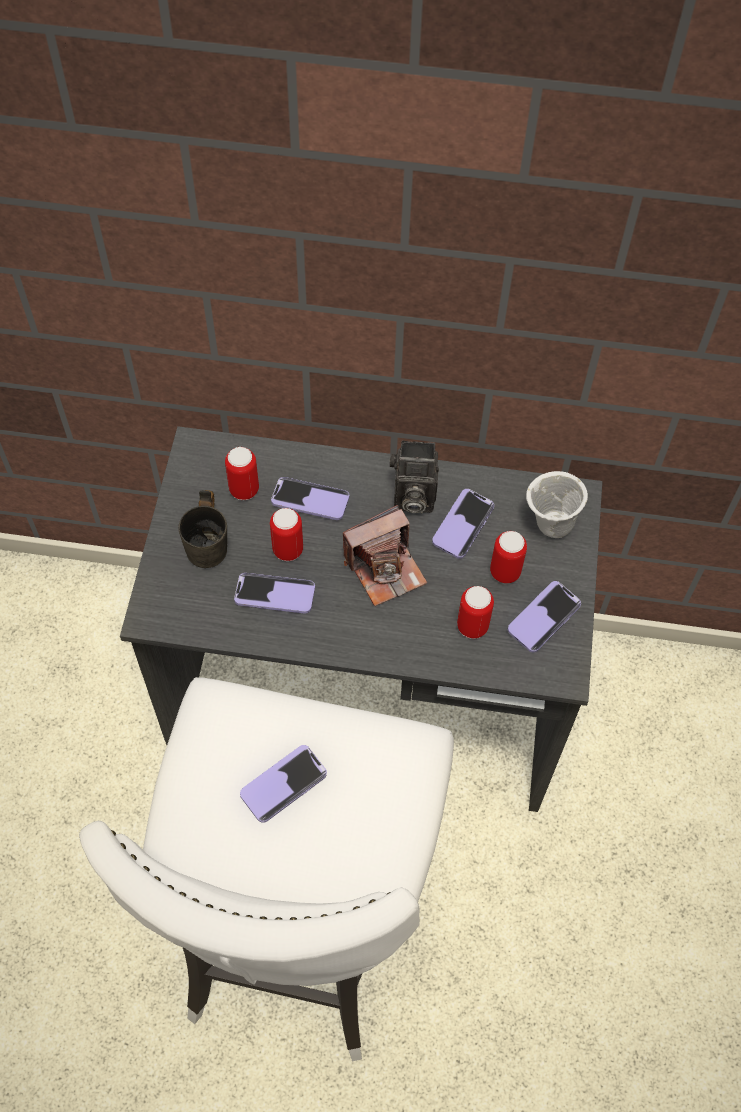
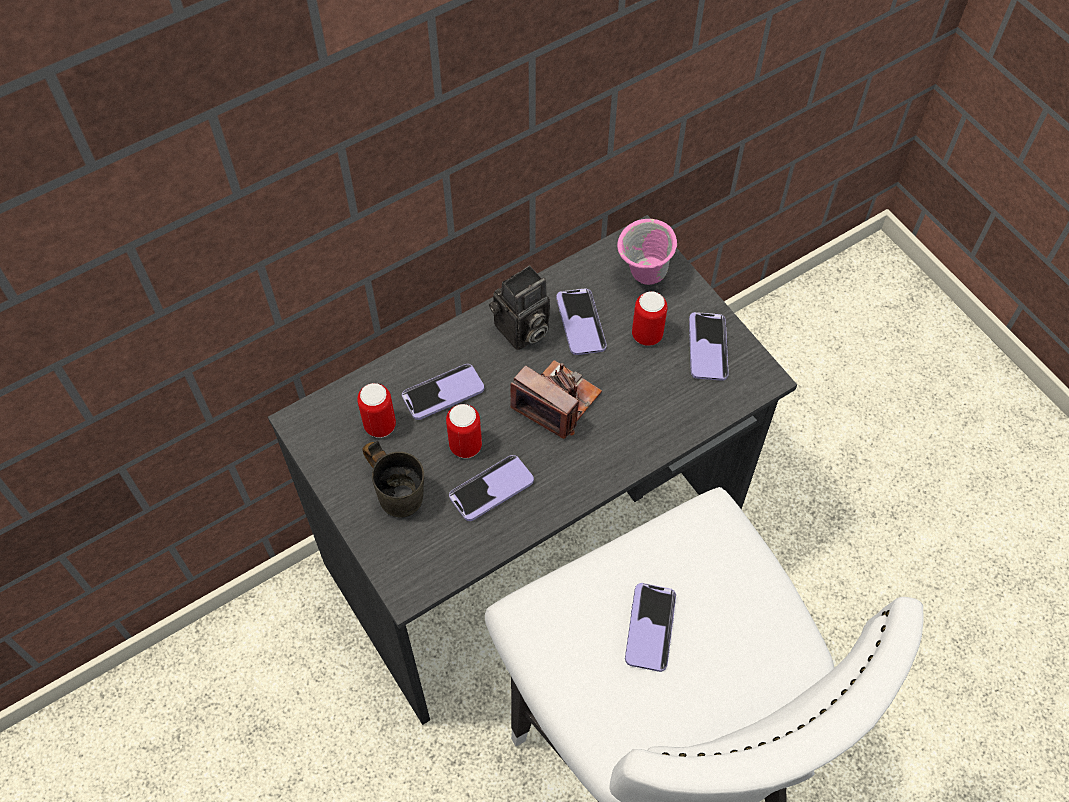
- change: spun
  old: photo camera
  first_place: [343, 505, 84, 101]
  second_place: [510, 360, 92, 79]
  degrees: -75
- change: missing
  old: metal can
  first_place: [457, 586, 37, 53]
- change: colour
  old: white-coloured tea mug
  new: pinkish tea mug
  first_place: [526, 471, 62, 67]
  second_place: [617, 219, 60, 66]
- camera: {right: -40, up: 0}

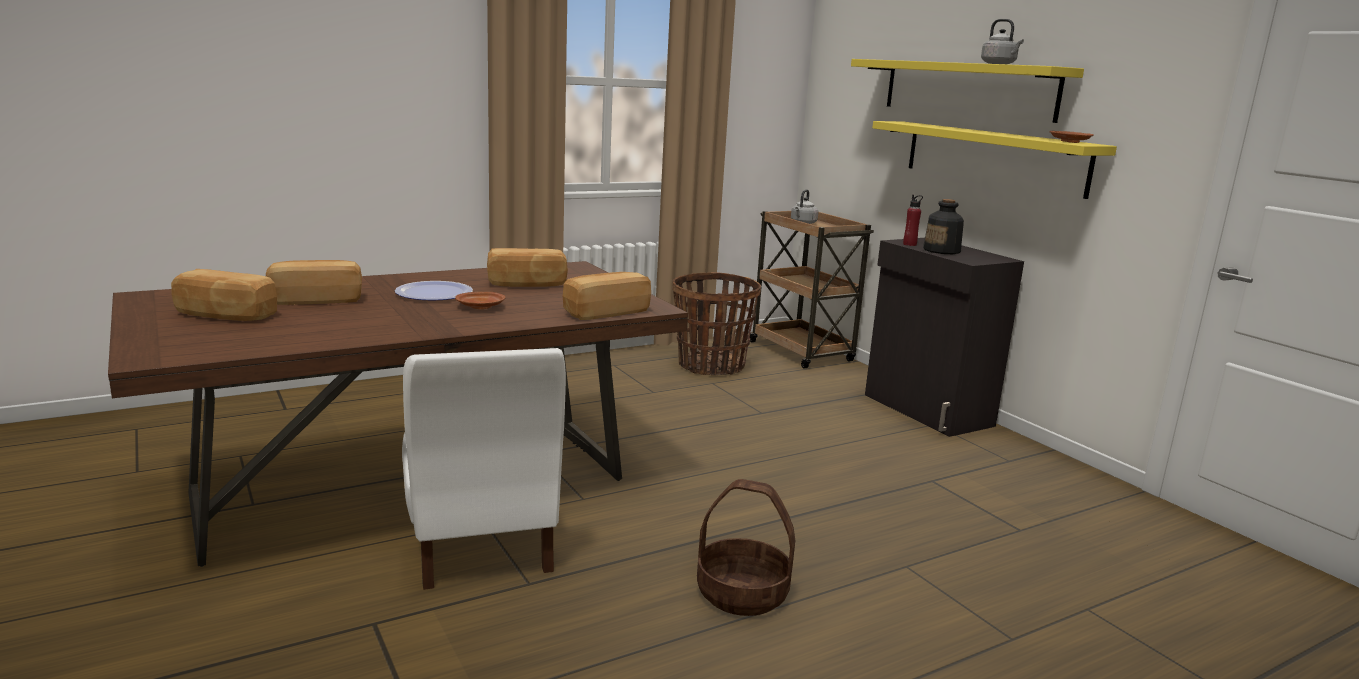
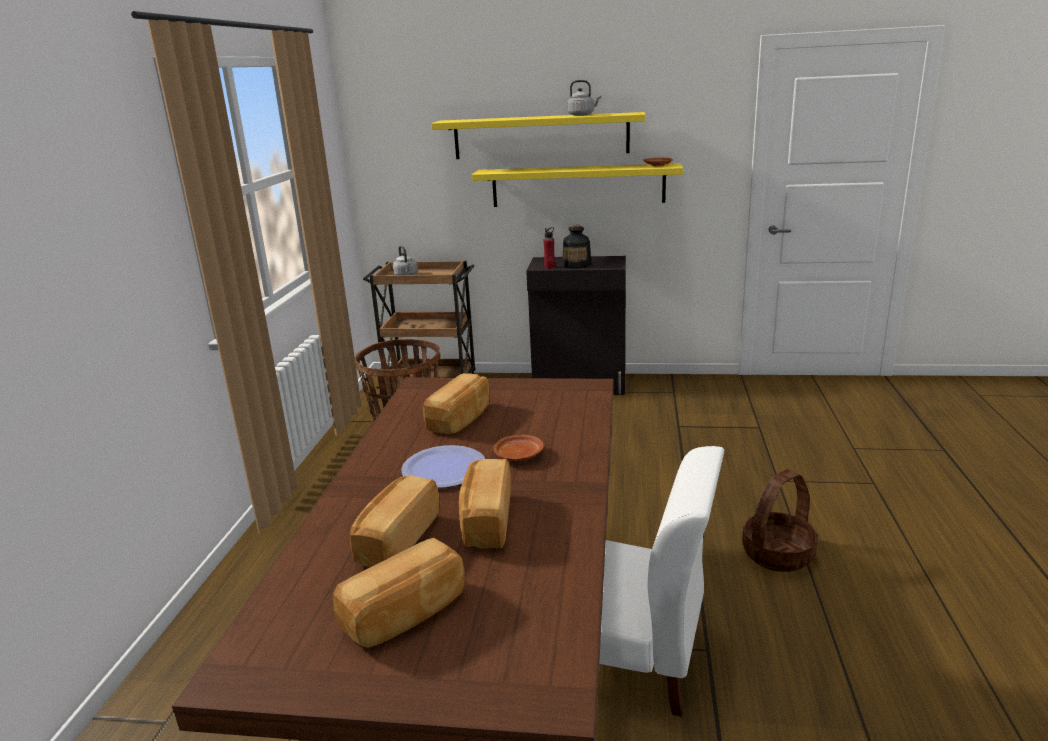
- change: relocated
  old: baked bread
  first_place: [563, 272, 88, 48]
  second_place: [459, 459, 52, 90]
- camera: {right: -50, up: 5}

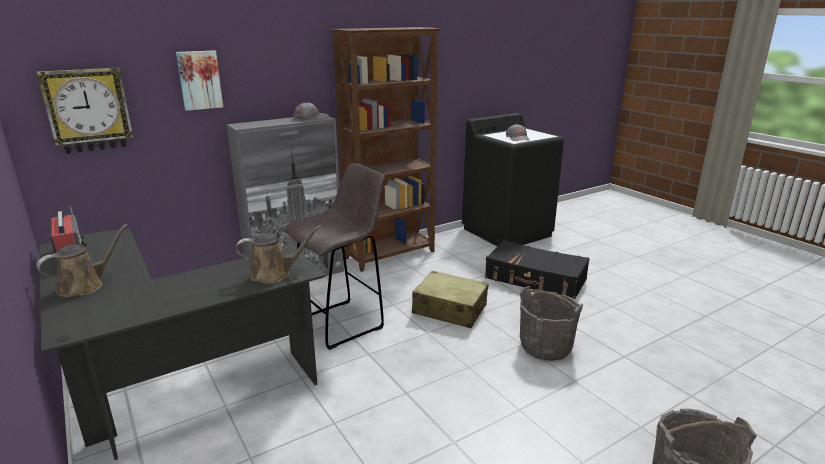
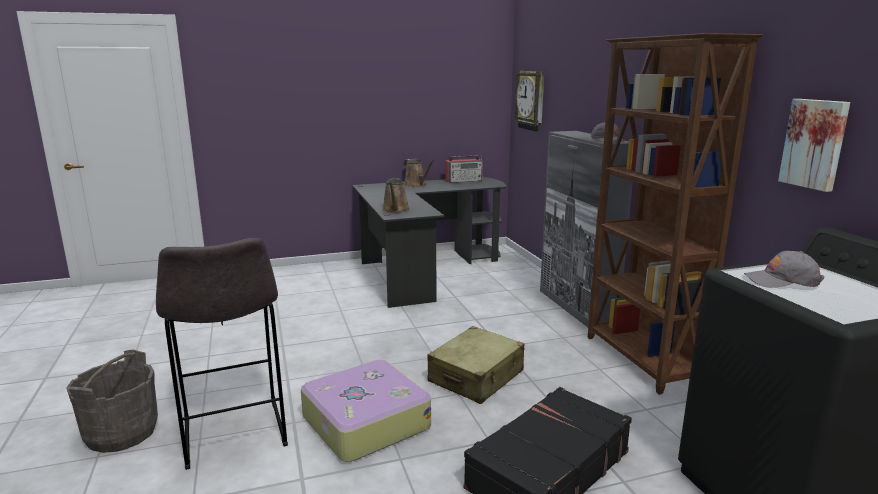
- change: relocated
  old: wall art
  first_place: [176, 51, 47, 60]
  second_place: [778, 99, 72, 93]
- change: relocated
  old: grey stool seat
  first_place: [284, 163, 100, 187]
  second_place: [156, 238, 132, 232]
- change: exchanged
  old: grey bucket
  new: piece of luggage
  first_place: [520, 286, 64, 75]
  second_place: [301, 360, 130, 102]
- camera: {right: 105, up: -5}

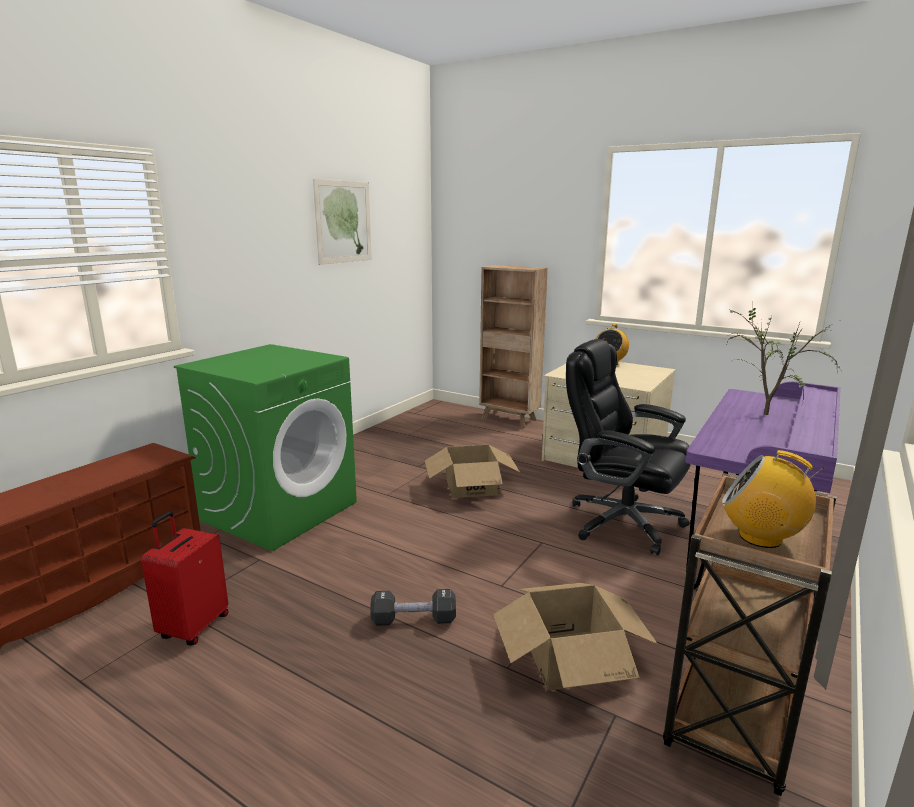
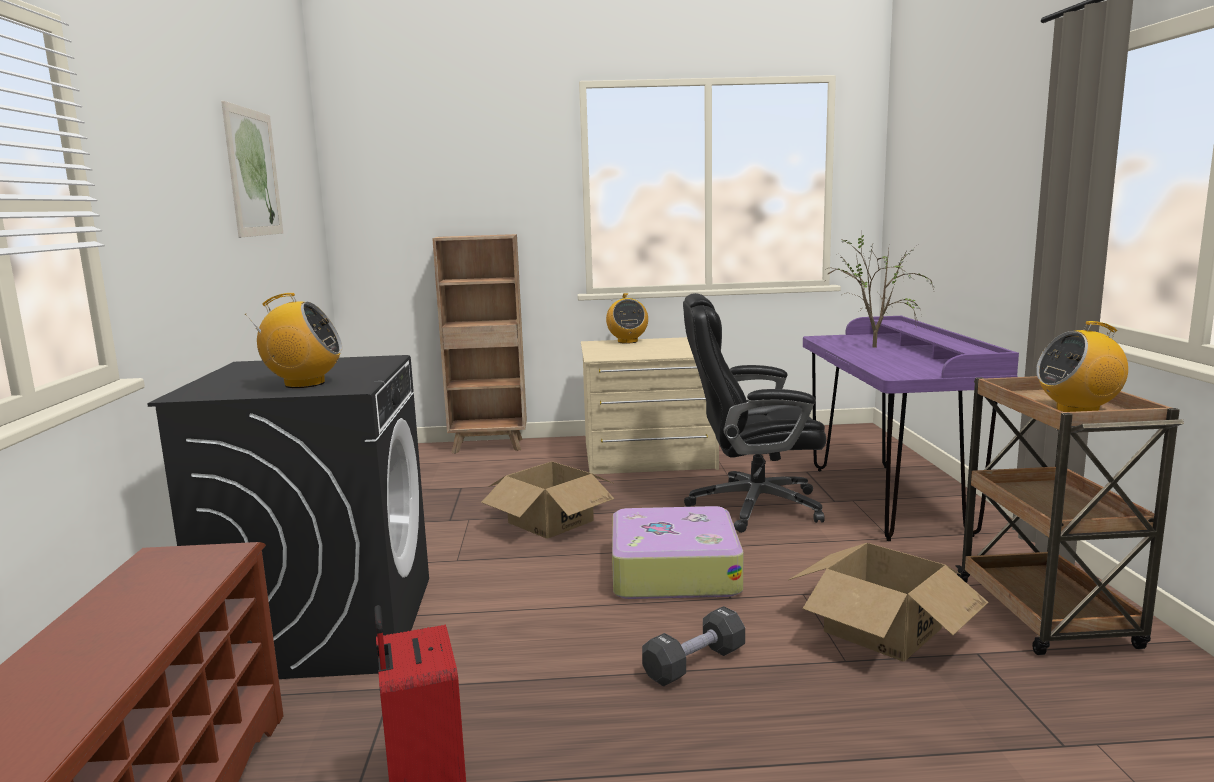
- change: colour
  old: green-coloured laundry appliance
  new: blackish laundry appliance
  first_place: [174, 344, 183, 207]
  second_place: [147, 355, 282, 324]
- change: appeared
  new: radio set
  second_place: [245, 293, 97, 95]
- change: appeared
  new: piece of luggage
  second_place: [612, 506, 131, 93]
- camera: {right: -35, up: -5}

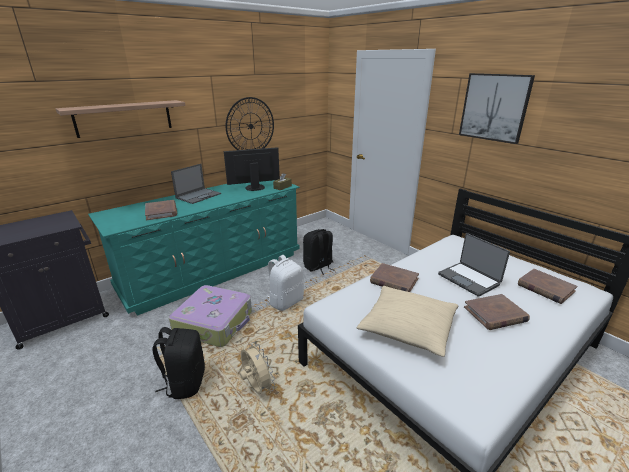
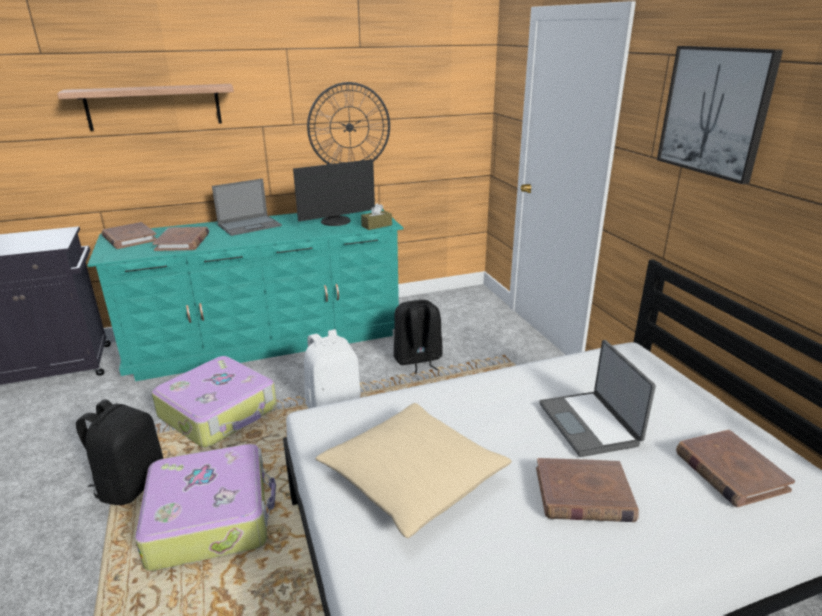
- change: spun
  old: computer display
  first_place: [224, 147, 56, 44]
  second_place: [293, 159, 82, 67]
  degrees: 150
- change: exchanged
  old: beige-coloured cooling fan
  new: piece of luggage
  first_place: [240, 342, 35, 52]
  second_place: [135, 444, 141, 127]
- change: relocated
  old: brown book
  first_place: [370, 263, 49, 29]
  second_place: [102, 222, 55, 27]
- camera: {right: 20, up: 0}

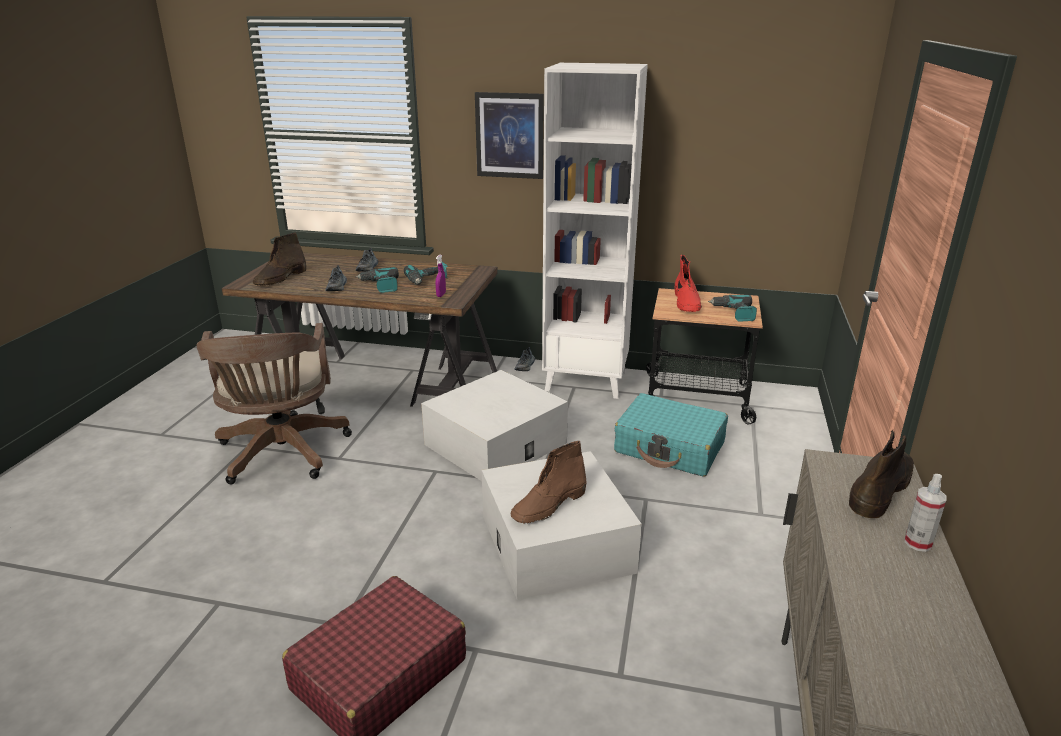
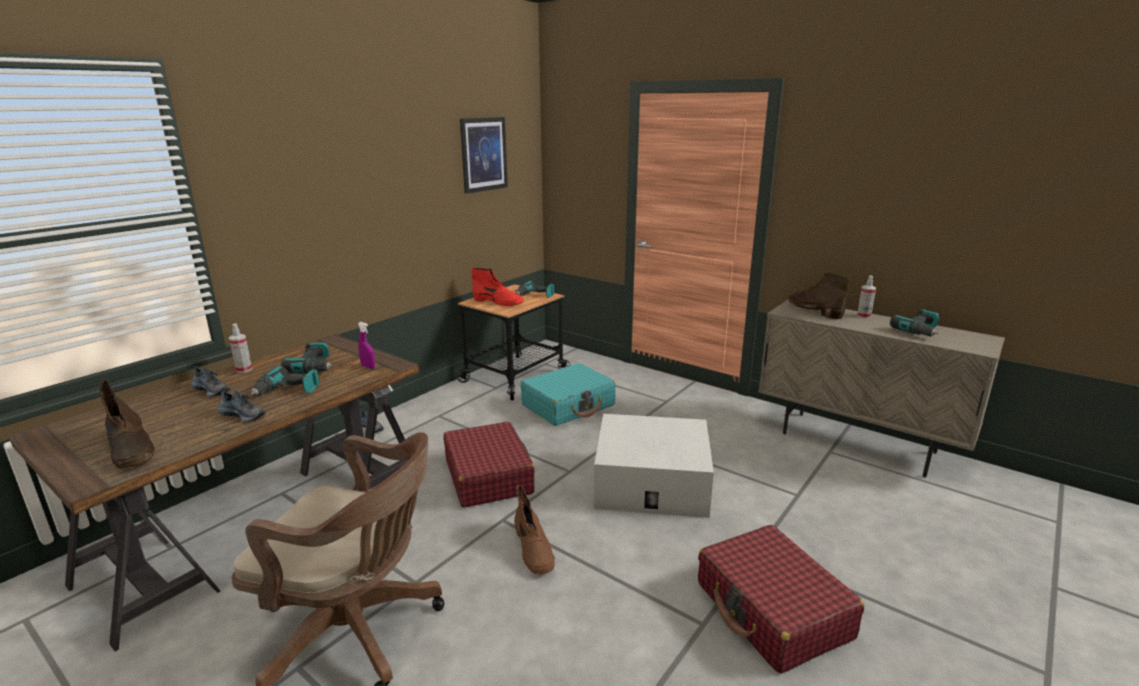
- change: exchanged
  old: white-coloured storage bin
  new: reddish piece of luggage
  first_place: [421, 370, 147, 111]
  second_place: [444, 421, 91, 87]
- change: relocated
  old: wall art
  first_place: [475, 92, 69, 87]
  second_place: [460, 117, 48, 77]
- change: relocated
  old: brown tall boot
  first_place: [511, 441, 76, 83]
  second_place: [514, 485, 41, 90]
- change: missing
  old: white-coloured bookcase
  first_place: [542, 63, 106, 336]
- change: appeared
  new: sprayer
  second_place: [229, 323, 23, 50]
- change: appeared
  new: power drill
  second_place: [890, 309, 49, 27]
- camera: {right: -65, up: -5}

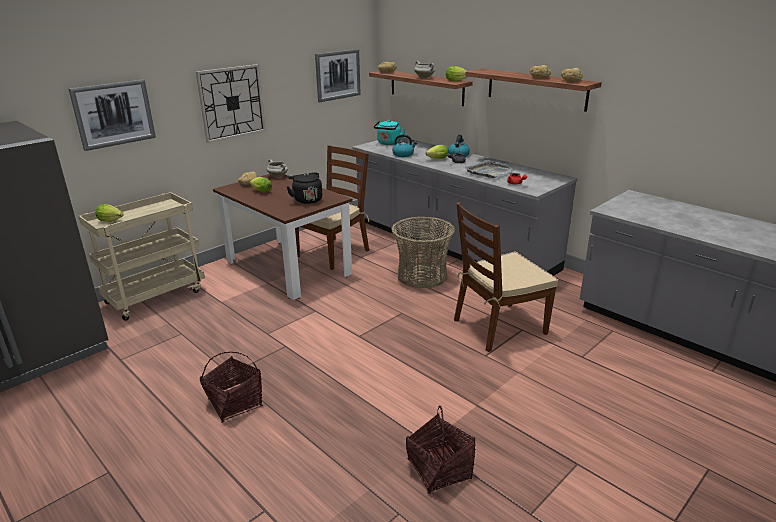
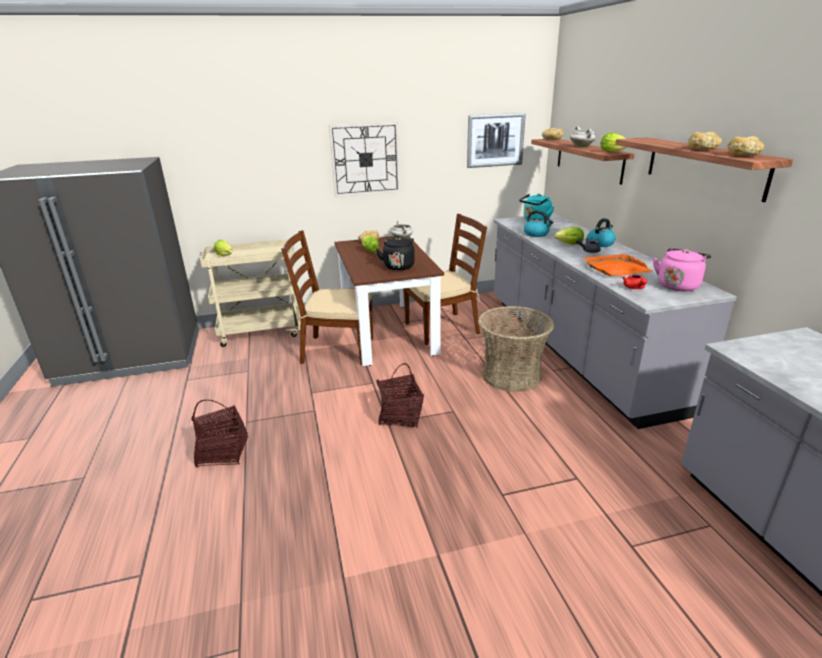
- change: missing
  old: wall art
  first_place: [69, 80, 87, 71]
- change: relocated
  old: storage basket
  first_place: [406, 406, 69, 88]
  second_place: [377, 363, 47, 65]
- change: relocated
  old: brown chair
  first_place: [454, 202, 104, 150]
  second_place: [281, 230, 92, 135]
- change: colour
  old: grey serving tray
  new: orange serving tray
  first_place: [465, 161, 49, 17]
  second_place: [584, 254, 68, 22]
- change: appeared
  new: pinkish kettle
  second_place: [653, 248, 58, 43]
- camera: {right: 30, up: 0}

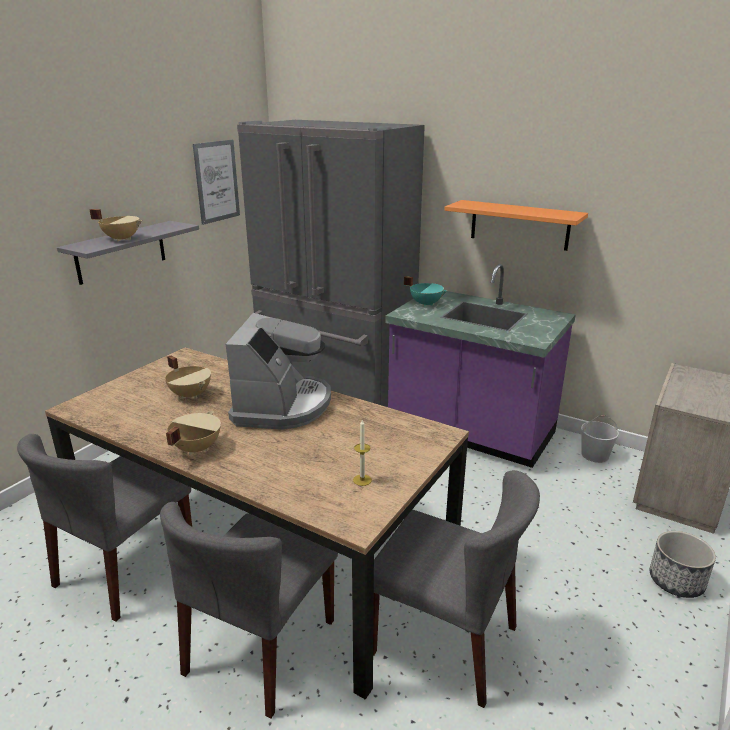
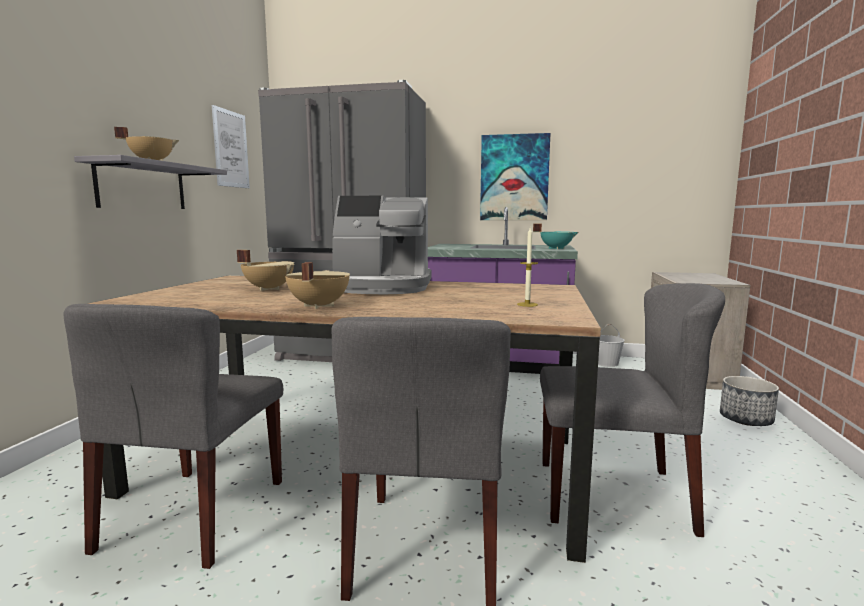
- change: spun
  old: coffee brewer
  first_place: [226, 313, 105, 117]
  second_place: [332, 196, 99, 98]
  degrees: 105
- change: relocated
  old: blue-green stockpot
  first_place: [404, 276, 43, 31]
  second_place: [533, 224, 45, 25]
- change: exchanged
  old: orange wall shelf
  new: wall art
  first_place: [445, 200, 143, 51]
  second_place: [480, 133, 70, 87]
- camera: {right: -20, up: -15}

